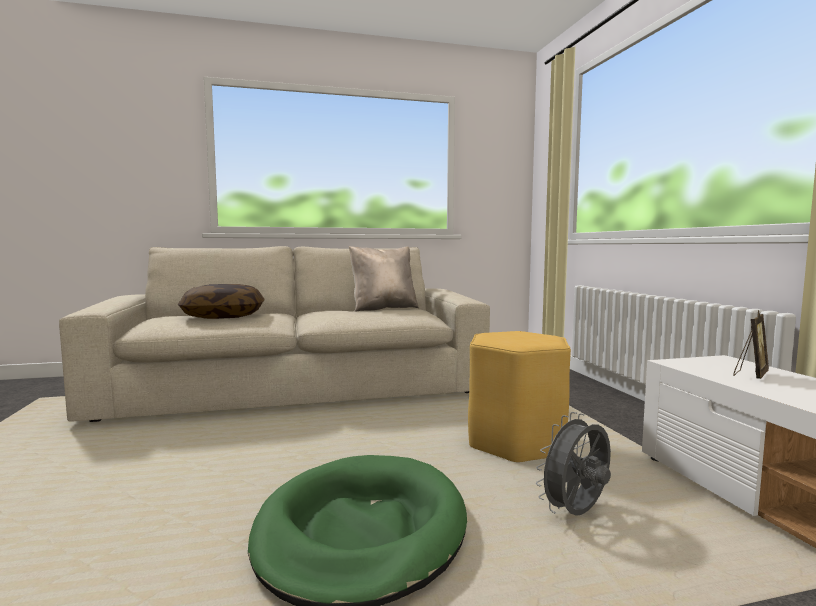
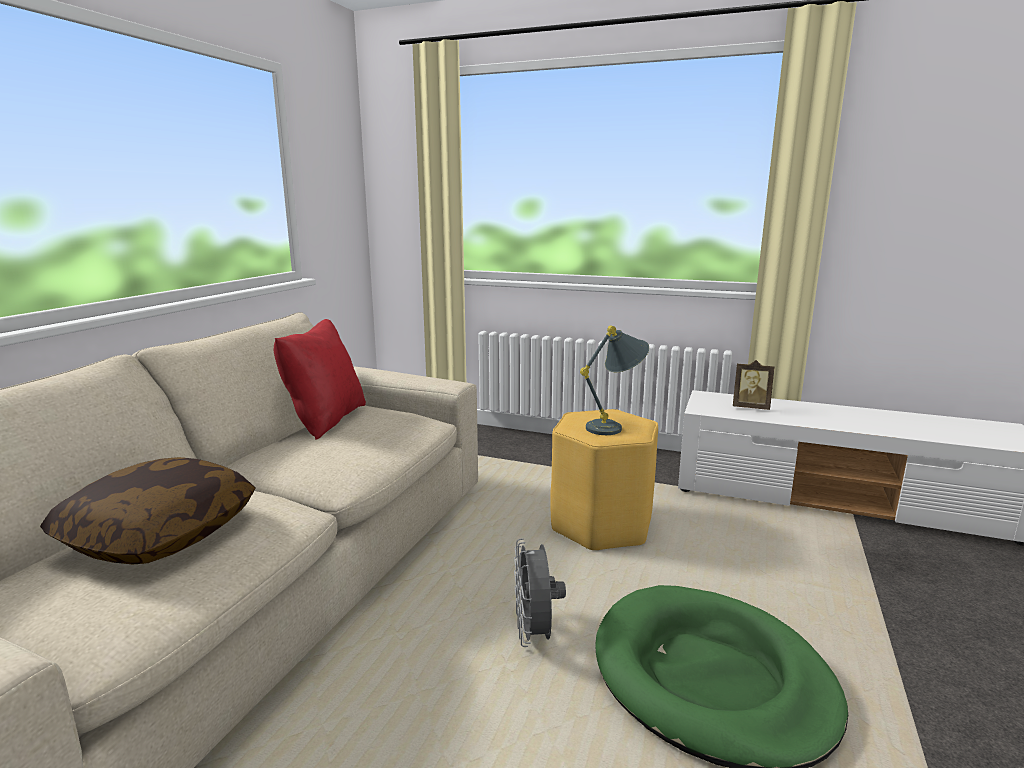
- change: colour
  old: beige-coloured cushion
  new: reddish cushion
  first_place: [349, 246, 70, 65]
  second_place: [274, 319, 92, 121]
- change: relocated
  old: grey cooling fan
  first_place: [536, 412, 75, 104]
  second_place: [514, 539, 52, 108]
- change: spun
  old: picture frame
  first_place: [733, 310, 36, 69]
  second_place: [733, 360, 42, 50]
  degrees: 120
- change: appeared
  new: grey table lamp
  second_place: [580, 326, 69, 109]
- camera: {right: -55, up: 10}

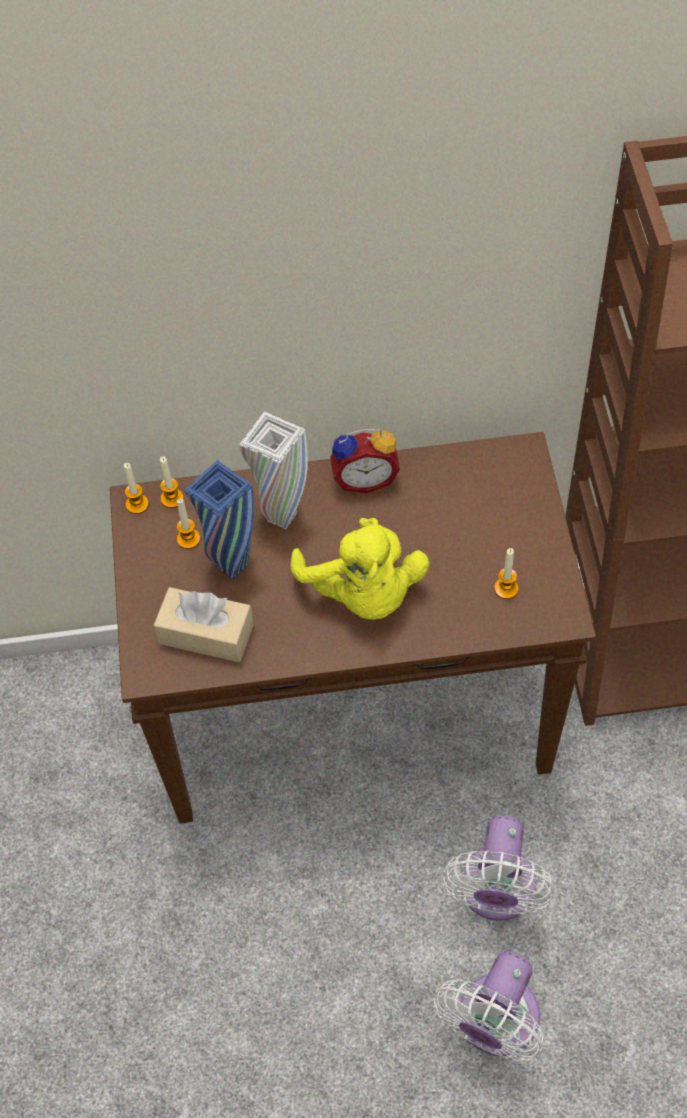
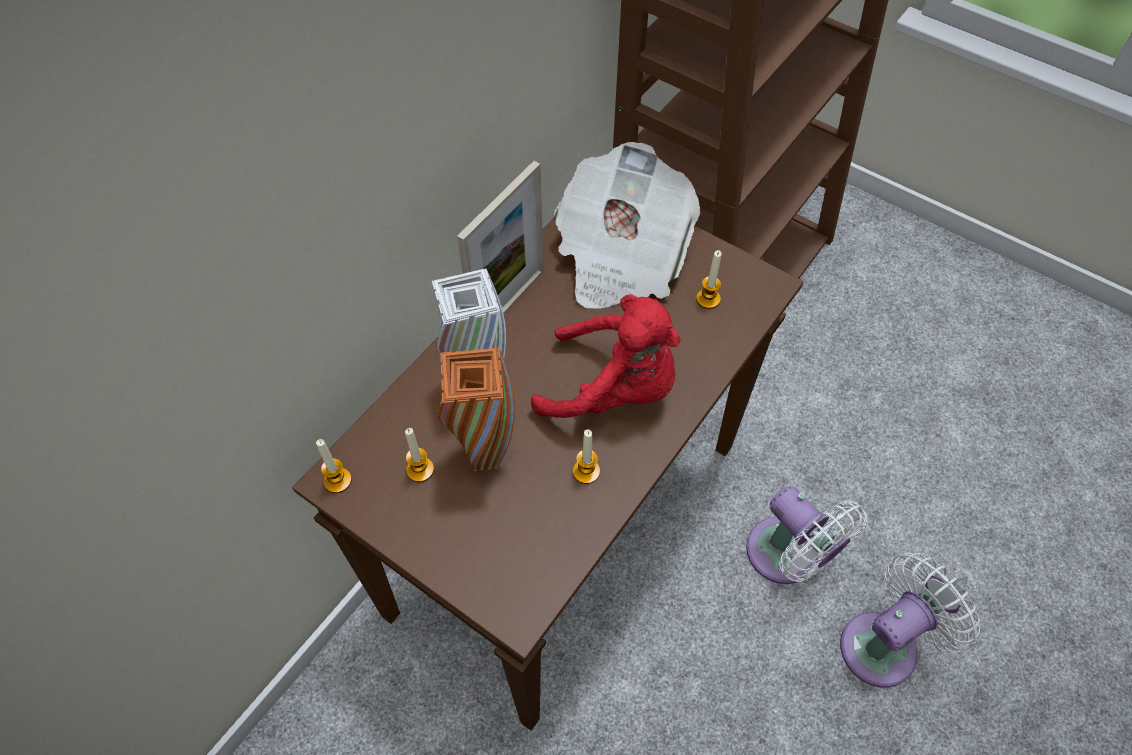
- change: missing
  old: beige-coloured box of tissues
  first_place: [154, 587, 100, 75]
- change: relocated
  old: candle
  first_place: [160, 456, 24, 52]
  second_place: [573, 429, 27, 55]
- change: colour
  old: blue-coloured decorative vase
  new: orange decorative vase
  first_place: [184, 460, 70, 119]
  second_place: [438, 348, 77, 124]
- change: colour
  old: yellowish soft toy
  new: reddish soft toy
  first_place: [291, 518, 138, 102]
  second_place: [531, 294, 150, 124]
- change: exchanged
  old: table clock
  new: picture frame
  first_place: [330, 428, 70, 65]
  second_place: [457, 161, 87, 153]
- change: spun
  old: white-coloured cooling fan
  first_place: [434, 951, 109, 110]
  second_place: [840, 553, 140, 135]
  degrees: -105
- change: appeared
  new: daily paper
  second_place: [554, 142, 146, 167]
- camera: {right: -50, up: 0}

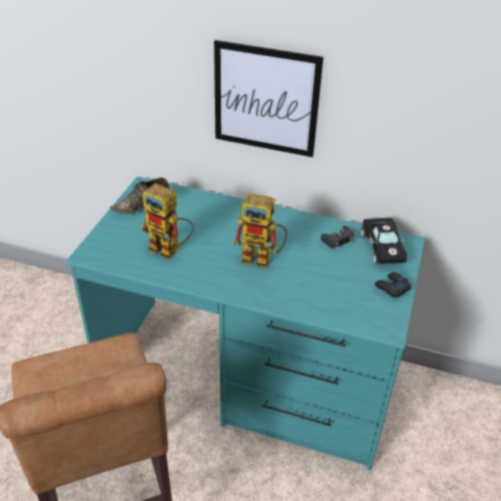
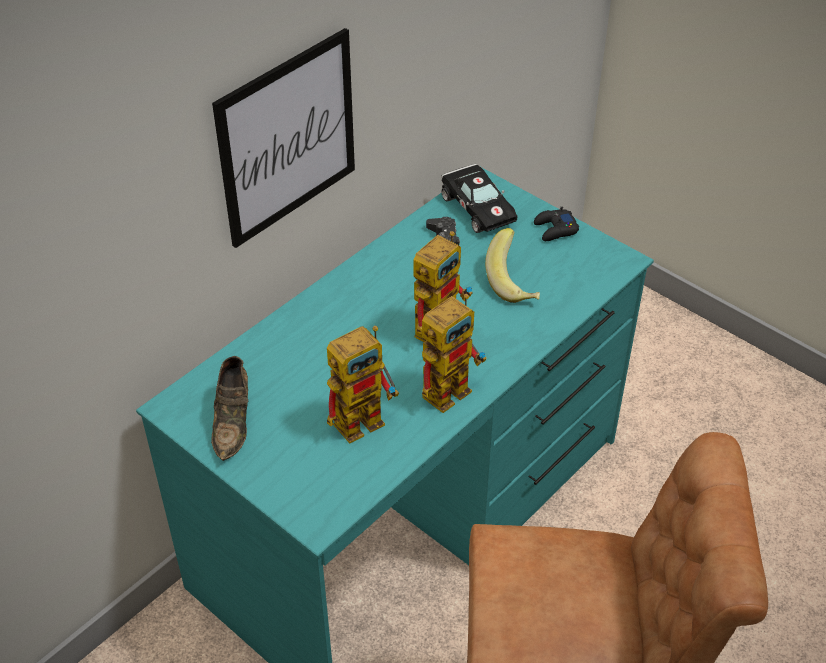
- change: spun
  old: blackish miniature car
  first_place: [361, 217, 46, 47]
  second_place: [441, 164, 76, 69]
  degrees: 45
- change: appeared
  new: toy robot
  second_place: [422, 294, 65, 119]
- change: appeared
  new: whole banana
  second_place: [485, 228, 55, 75]
- camera: {right: -65, up: 5}

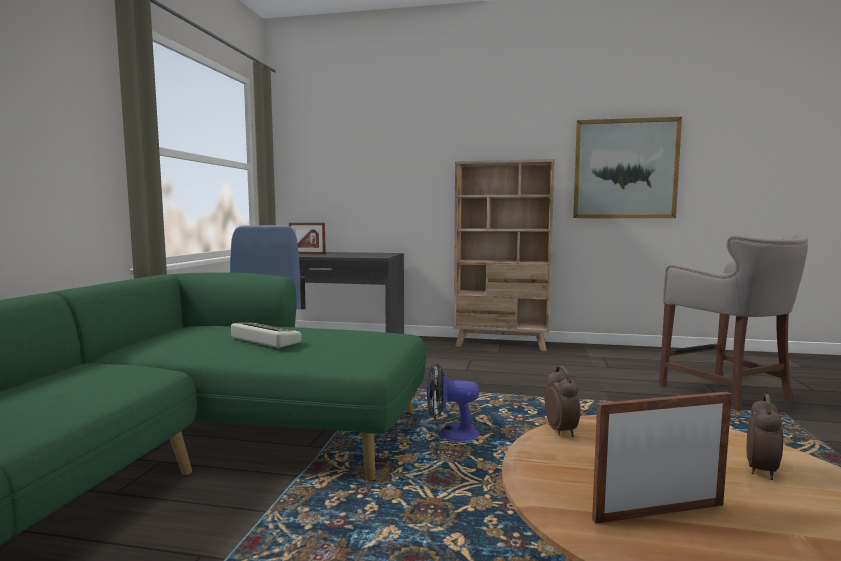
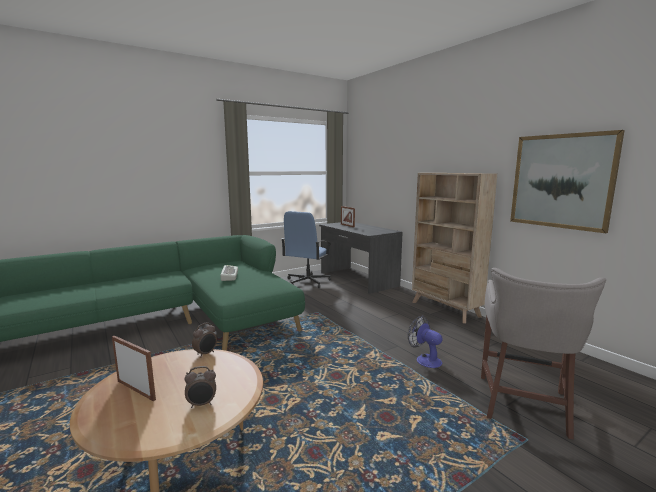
- change: relocated
  old: cooling fan
  first_place: [427, 363, 53, 78]
  second_place: [408, 316, 35, 52]
- camera: {right: 45, up: 5}

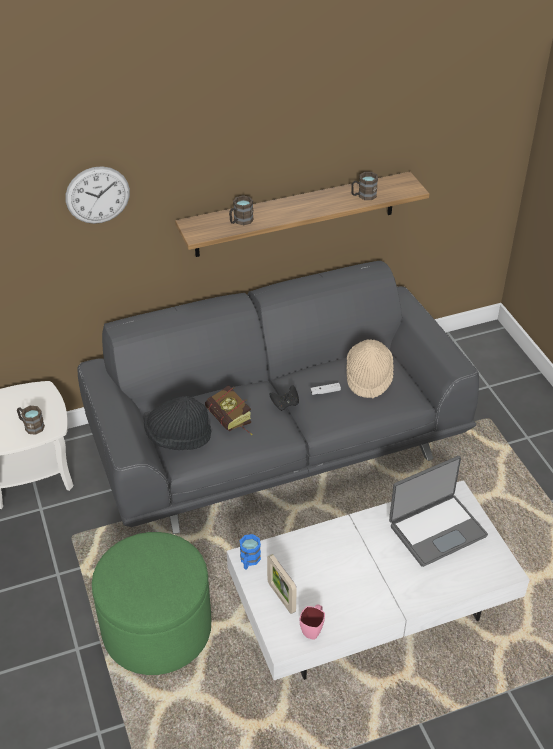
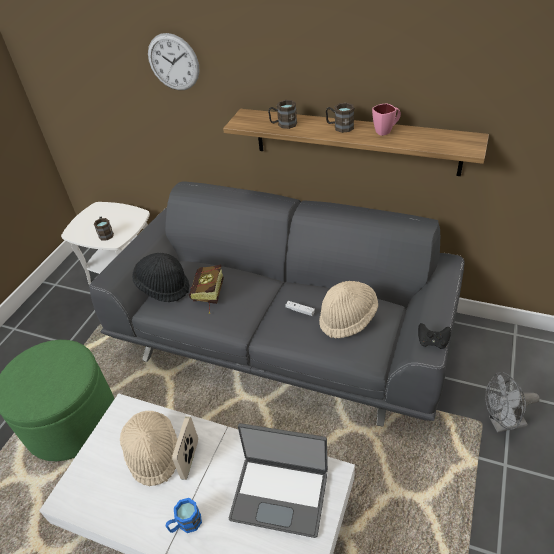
- change: relocated
  old: blue-coloured tea mug
  first_place: [240, 534, 21, 35]
  second_place: [166, 498, 36, 35]
- change: relocated
  old: picture frame
  first_place: [267, 554, 30, 60]
  second_place: [172, 416, 26, 64]
- change: relocated
  old: blackish gamepad
  first_place: [269, 385, 30, 26]
  second_place: [418, 323, 33, 26]
- change: relocated
  old: pinkish tea mug
  first_place: [300, 604, 25, 35]
  second_place: [372, 103, 29, 33]
- change: relocated
  old: brown tea mug
  first_place: [351, 172, 27, 28]
  second_place: [326, 103, 28, 30]
- change: appeared
  new: beige-coloured wearable hat
  second_place: [120, 411, 58, 75]
- change: appeared
  new: grey cooling fan
  second_place: [485, 372, 55, 60]
- camera: {right: 45, up: 0}

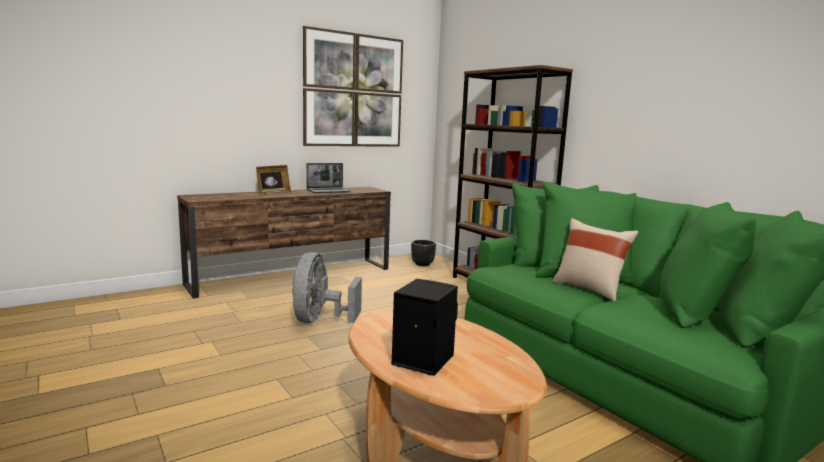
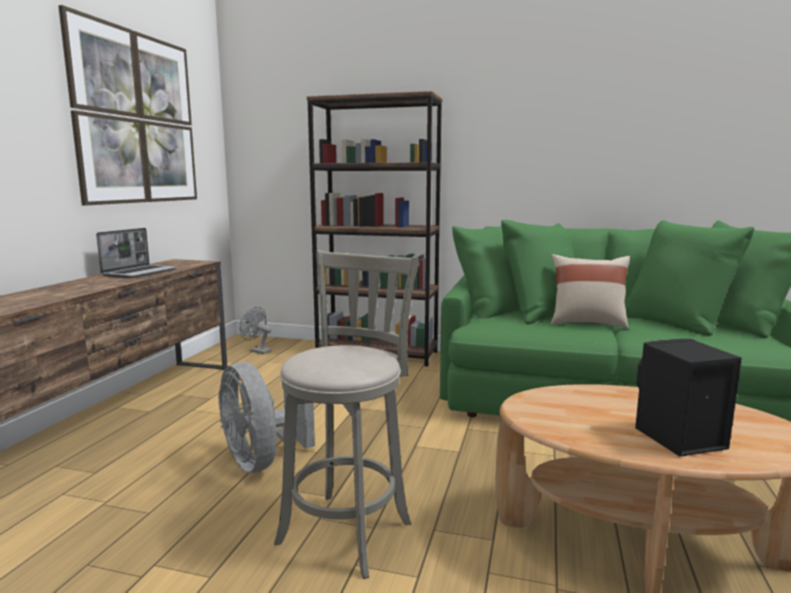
- change: missing
  old: picture frame
  first_place: [256, 165, 35, 30]
- change: exchanged
  old: blackish planter
  new: grey cooling fan
  first_place: [411, 240, 25, 26]
  second_place: [240, 307, 32, 47]
- change: appeared
  new: grey stool seat
  second_place: [274, 250, 145, 329]
- camera: {right: -40, up: 0}

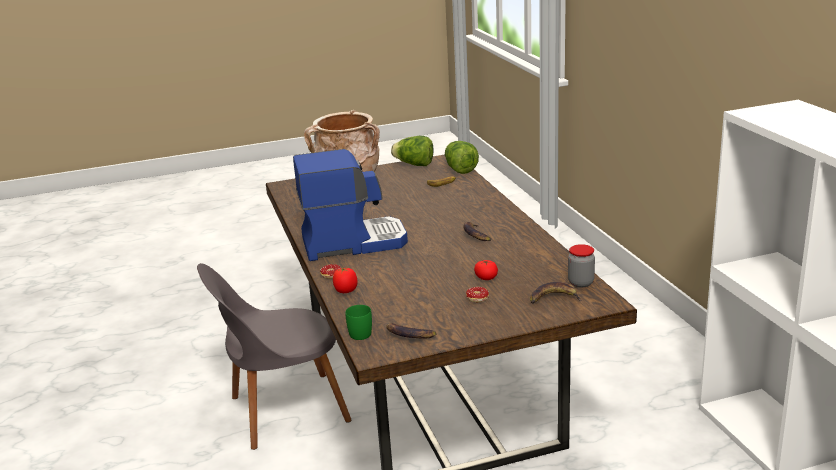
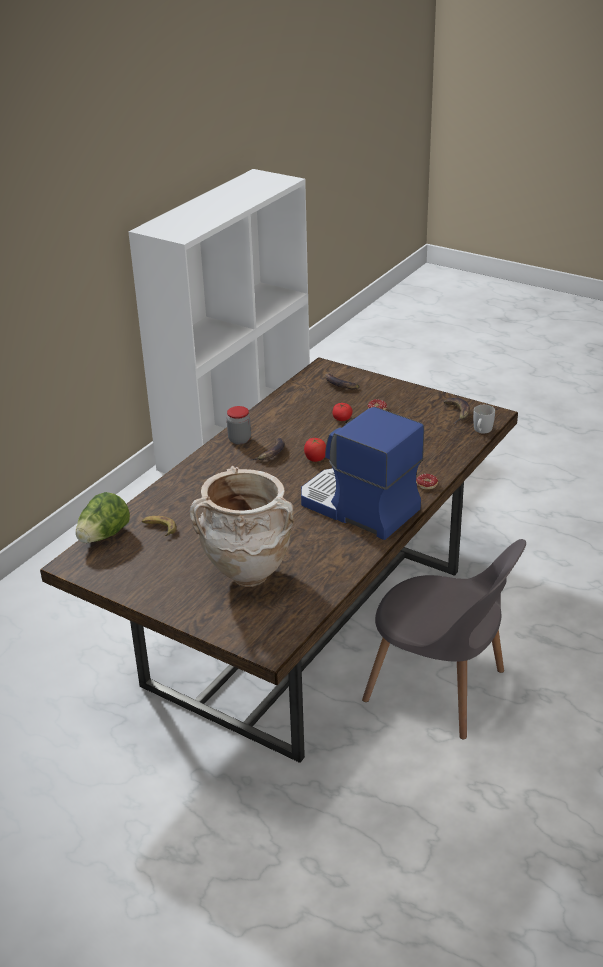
- change: relocated
  old: tomato
  first_place: [333, 267, 25, 26]
  second_place: [304, 438, 22, 24]
- change: colour
  old: green-coloured tea mug
  new: white-coloured tea mug
  first_place: [345, 305, 27, 35]
  second_place: [473, 405, 22, 29]
- change: missing
  old: lettuce
  first_place: [391, 136, 42, 30]
- change: relocated
  old: jar
  first_place: [568, 244, 27, 43]
  second_place: [227, 406, 24, 38]
- camera: {right: -130, up: 10}

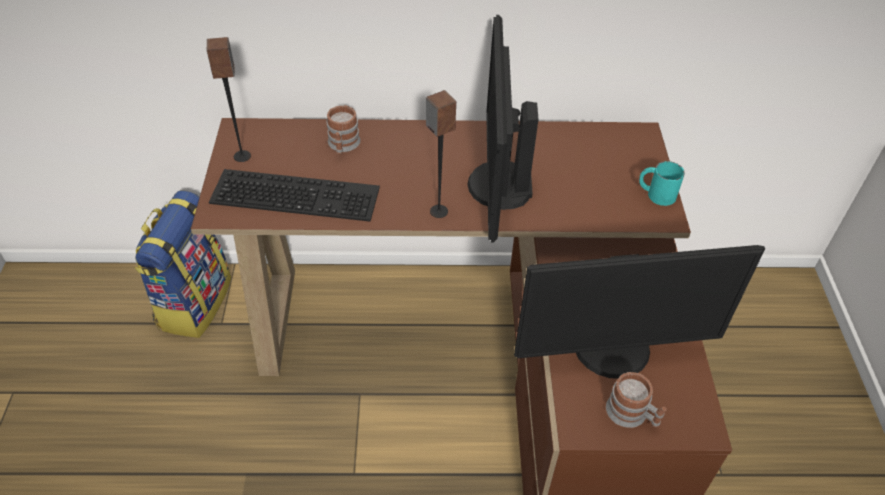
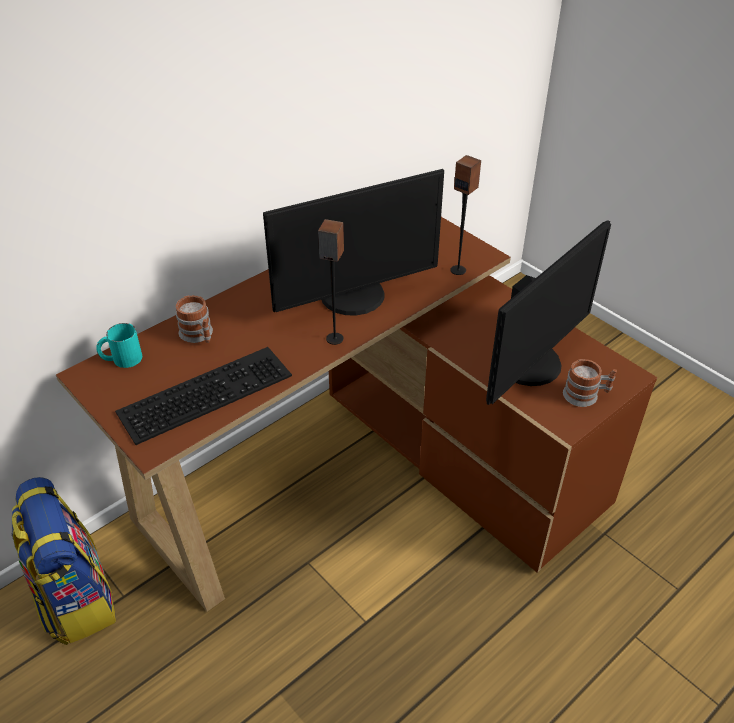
- change: relocated
  old: audio speaker
  first_place: [207, 37, 44, 125]
  second_place: [450, 155, 31, 120]
- change: spun
  old: computer display
  first_place: [467, 15, 72, 228]
  second_place: [263, 169, 181, 147]
  degrees: -75
- change: relocated
  old: blue-green tea mug
  first_place: [639, 161, 46, 45]
  second_place: [96, 323, 46, 45]
- camera: {right: -40, up: -5}

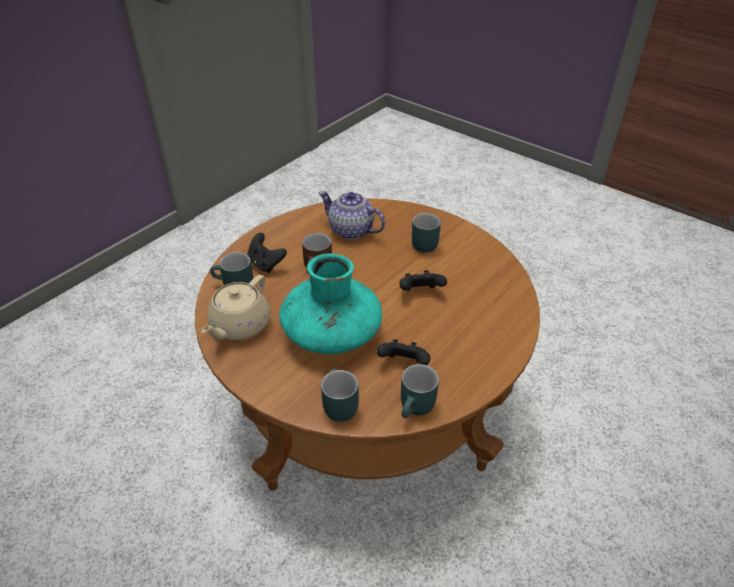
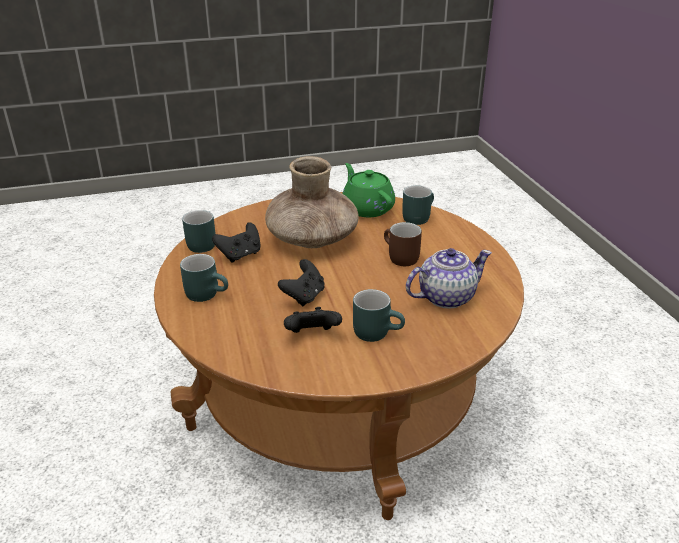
- change: colour
  old: beige-coloured pot for tea
  new: green-coloured pot for tea
  first_place: [201, 275, 69, 65]
  second_place: [342, 163, 53, 54]
- change: relocated
  old: blackish gamepad
  first_place: [247, 233, 40, 40]
  second_place: [284, 307, 58, 26]
- change: colour
  old: blue-green decorative vase
  new: brown decorative vase
  first_place: [279, 253, 103, 101]
  second_place: [265, 156, 94, 92]
- change: relocated
  old: blue-green tea mug
  first_place: [321, 369, 38, 53]
  second_place: [180, 254, 48, 48]
- camera: {right: 125, up: -10}

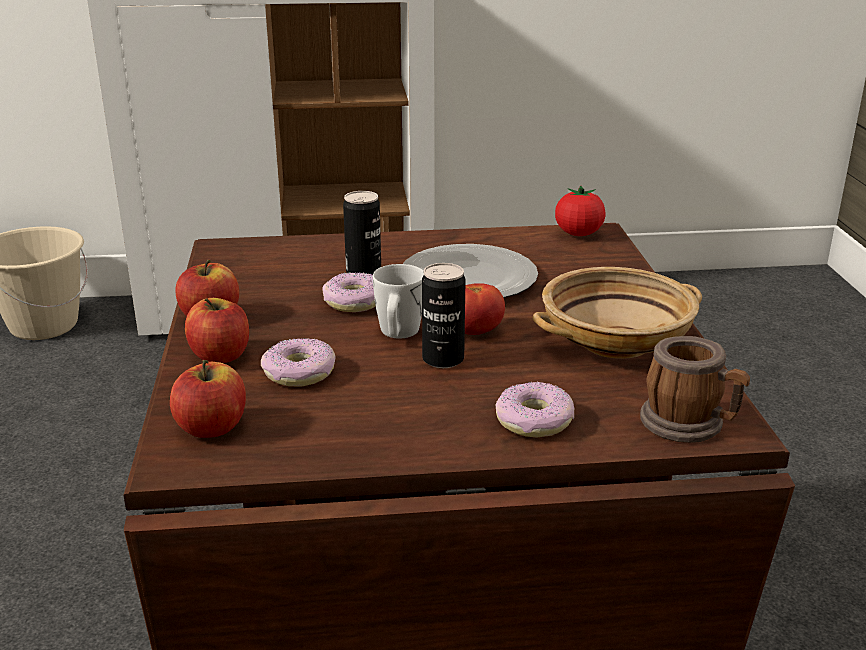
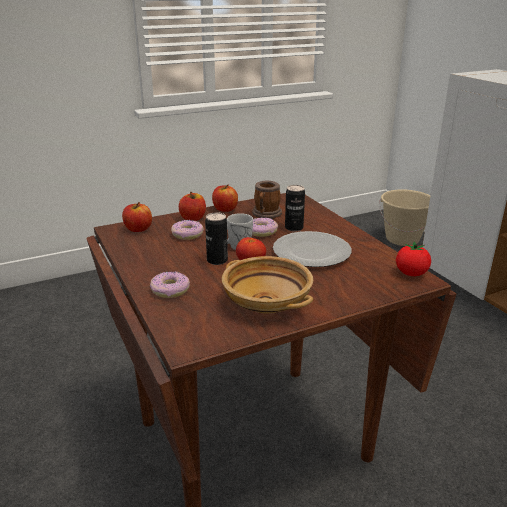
- change: relocated
  old: tea mug
  first_place: [640, 336, 110, 107]
  second_place: [252, 181, 30, 38]
- camera: {right: 70, up: 0}

